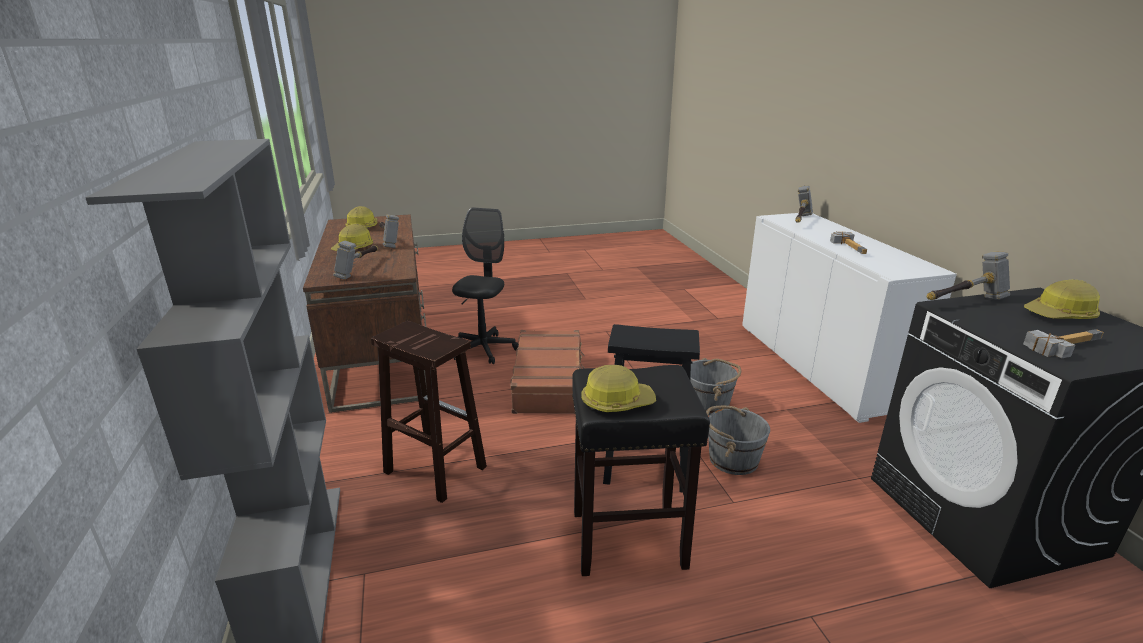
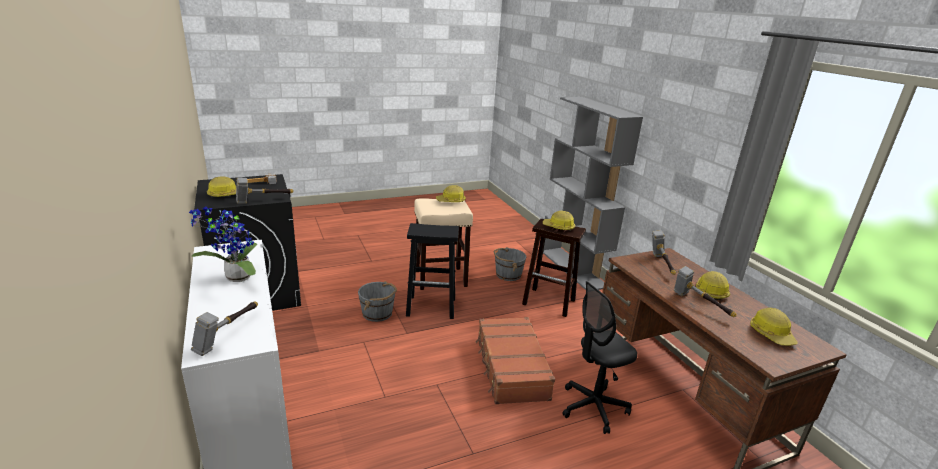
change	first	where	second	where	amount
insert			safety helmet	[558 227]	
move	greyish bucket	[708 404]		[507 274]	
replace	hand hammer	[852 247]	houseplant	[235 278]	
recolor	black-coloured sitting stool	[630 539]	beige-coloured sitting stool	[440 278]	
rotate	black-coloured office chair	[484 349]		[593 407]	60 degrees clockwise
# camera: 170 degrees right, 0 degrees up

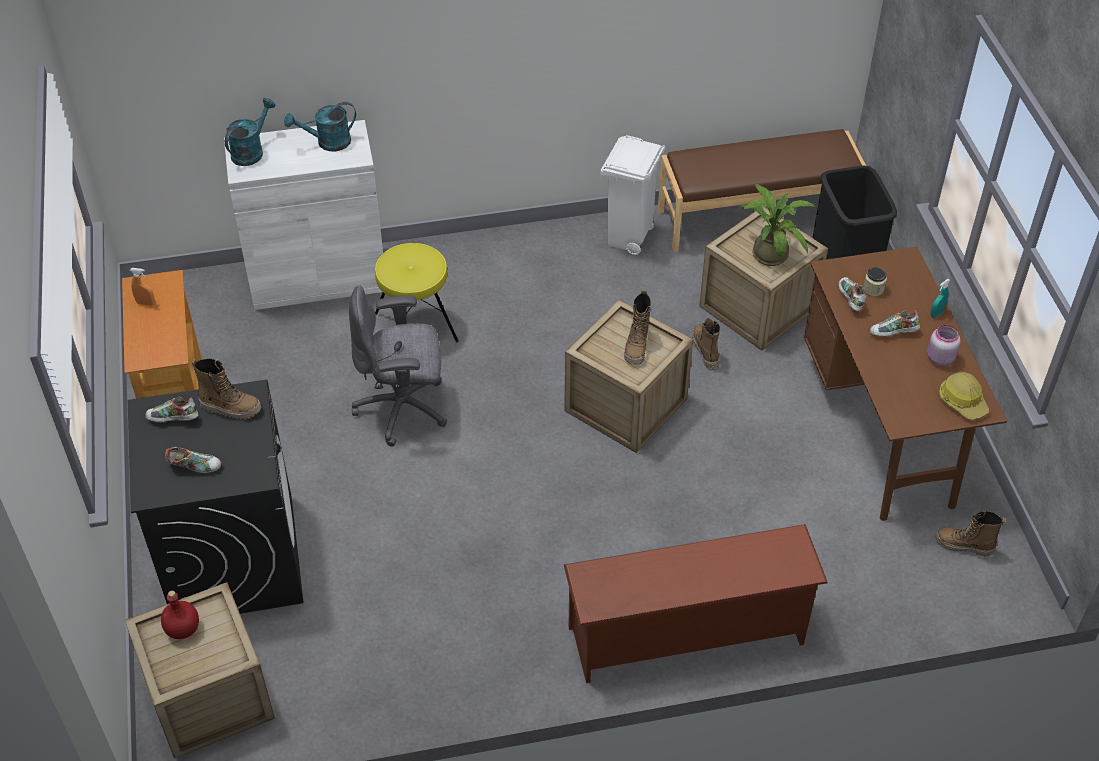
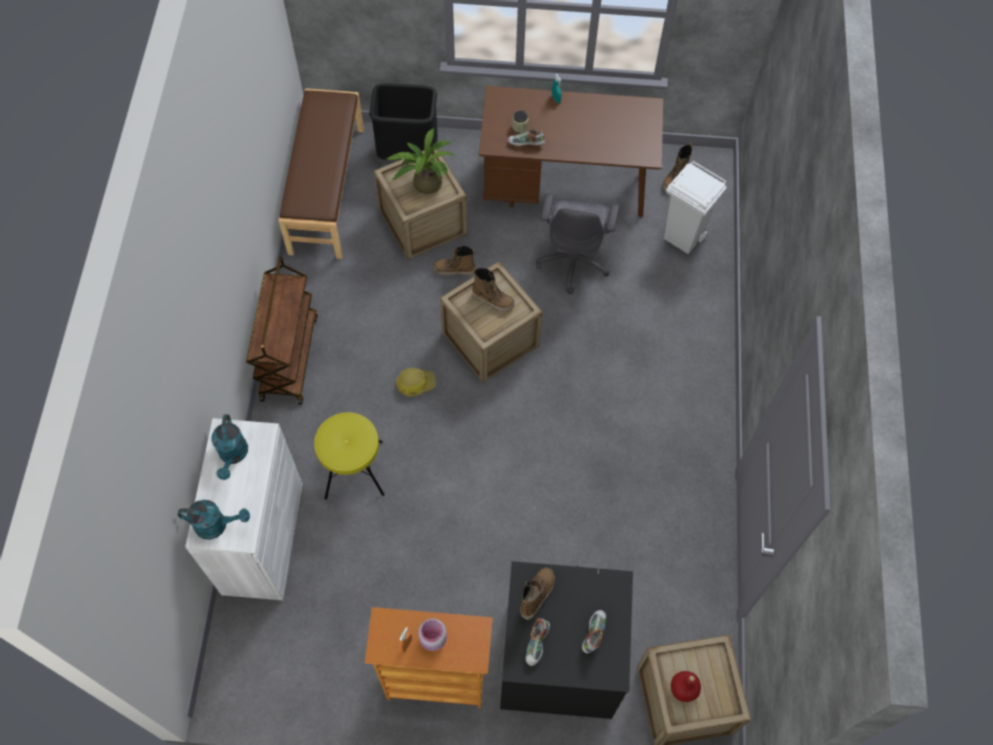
change	first	where	second	where	amount
delete	brown-coloured shoe shelf	[686 637]			
delete	item of footwear	[893 334]			
insert			brown-coloured cart	[289 356]	
move	greyish office chair	[403 409]		[574 260]	
move	white-coloured rubbish bin	[629 239]		[683 238]	
move	pink-coloured jar	[939 358]		[432 639]	
move	safety helmet	[962 401]		[415 384]	
rotate	turquoise-coloured watering can	[251 151]		[217 525]	135 degrees clockwise
# camera: 75 degrees left, 15 degrees up

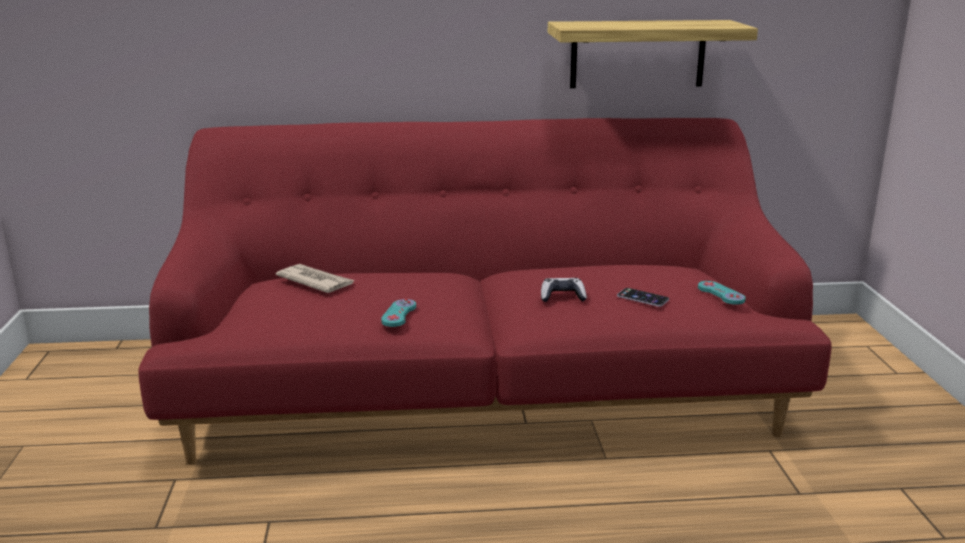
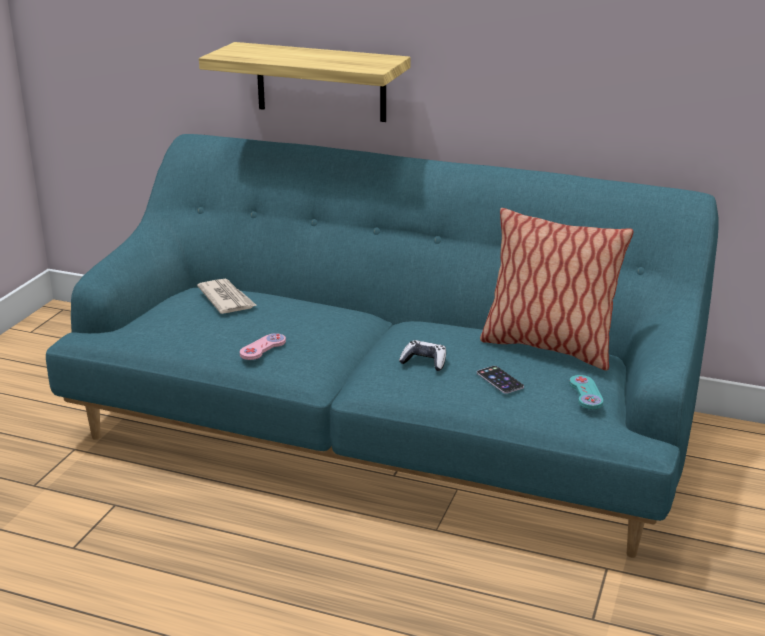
change	first	where	second	where	amount
insert			throw pillow	[548 347]	
move	shelf	[637 54]		[321 82]	
recolor	red-coloured settee	[482 390]	turquoise-coloured settee	[382 432]	
recolor	turquoise-coloured game controller	[399 314]	pink-coloured game controller	[263 348]	
# camera: 25 degrees right, 5 degrees up

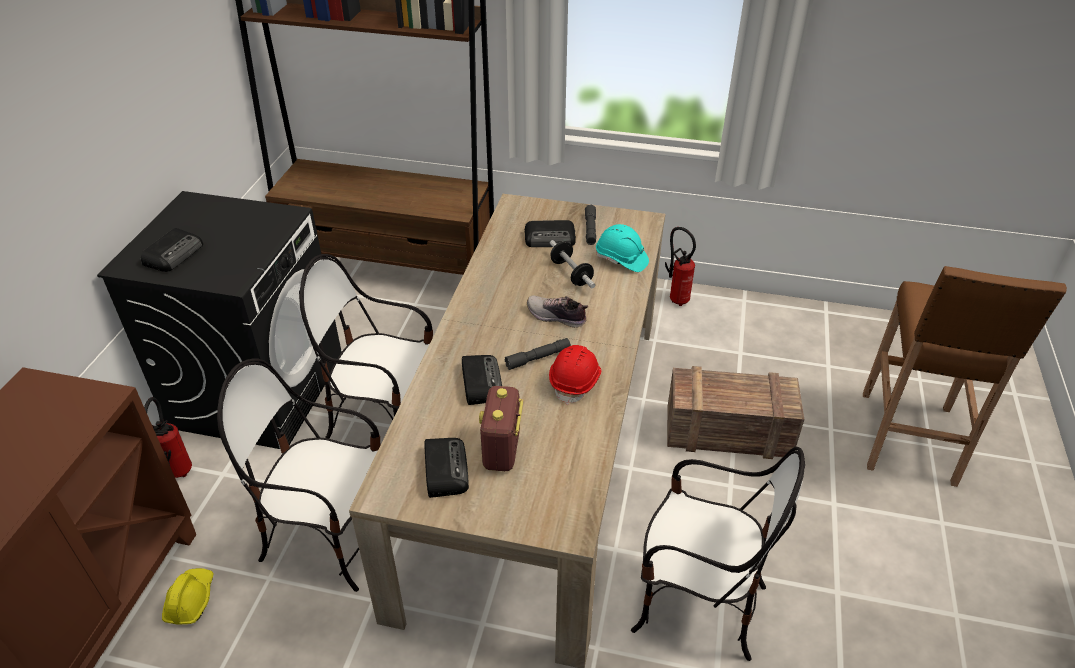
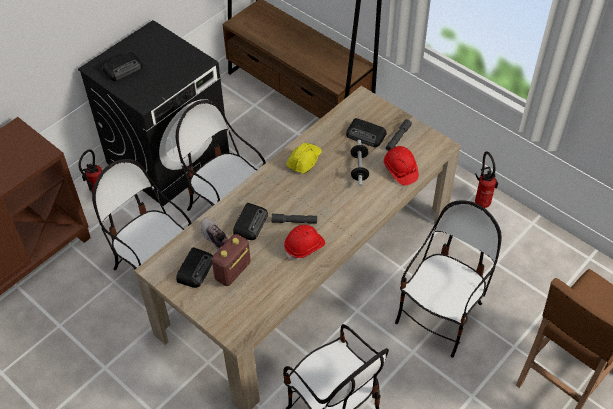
change	first	where	second	where	amount
move	yellow safety helmet	[190 600]		[304 161]	
move	item of footwear	[556 317]		[215 239]	
replace	crate	[729 432]	upright chair	[441 316]	
recolor	turquoise-coloured safety helmet	[621 259]	red-coloured safety helmet	[400 170]	
# camera: 30 degrees right, 10 degrees up

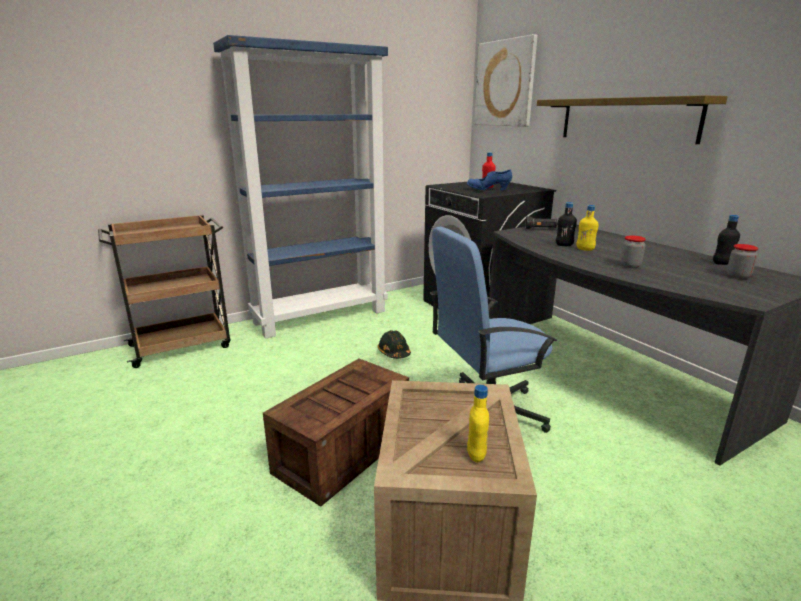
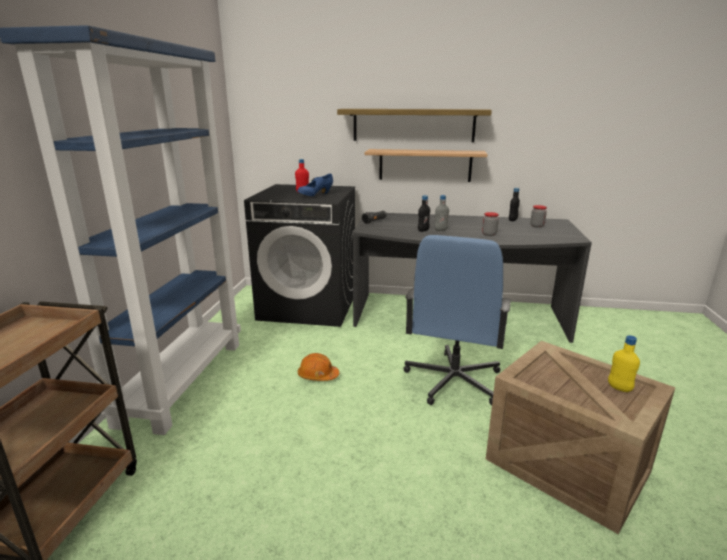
change	first	where	second	where	amount
delete	crate	[344 451]			
delete	wall picture	[505 83]			
insert			shelf	[425 165]	
recolor	black-coloured safety helmet	[394 352]	orangey safety helmet	[317 375]	
recolor	yellow beverage bottle	[585 249]	greyish beverage bottle	[441 230]	
# camera: 50 degrees left, 0 degrees up

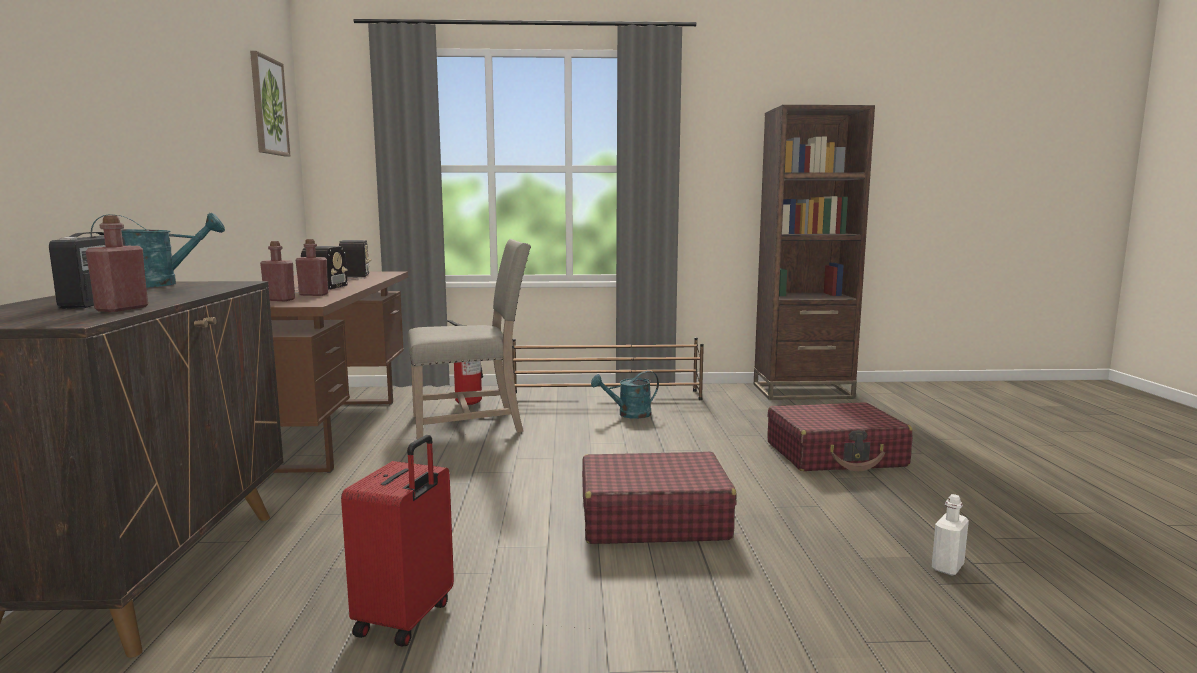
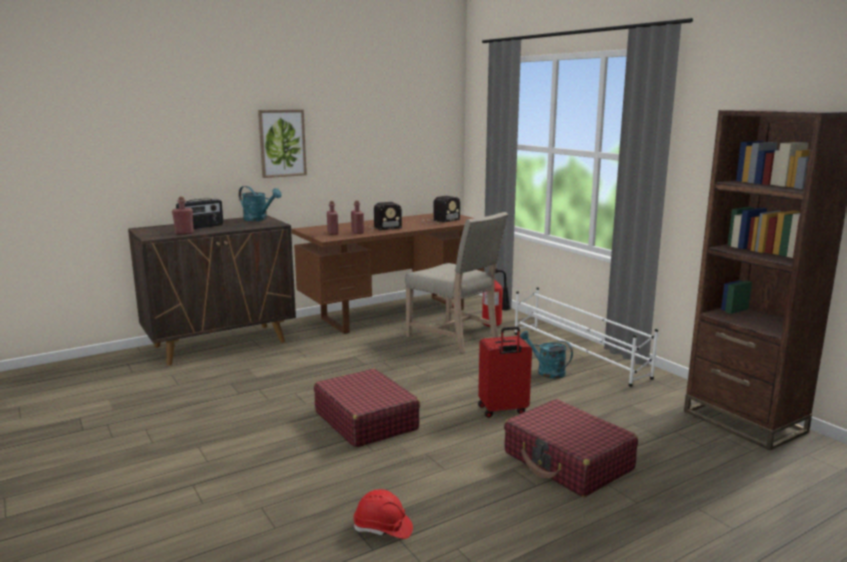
change	first	where	second	where	amount
move	wall picture	[268 106]		[282 143]	
move	red-coloured travel case	[406 619]		[502 410]	
replace	white-coloured beverage bottle	[947 567]	red-coloured safety helmet	[383 529]	
recolor	brown-coloured shoe shelf	[607 396]	white-coloured shoe shelf	[578 355]	
# camera: 60 degrees right, 5 degrees up

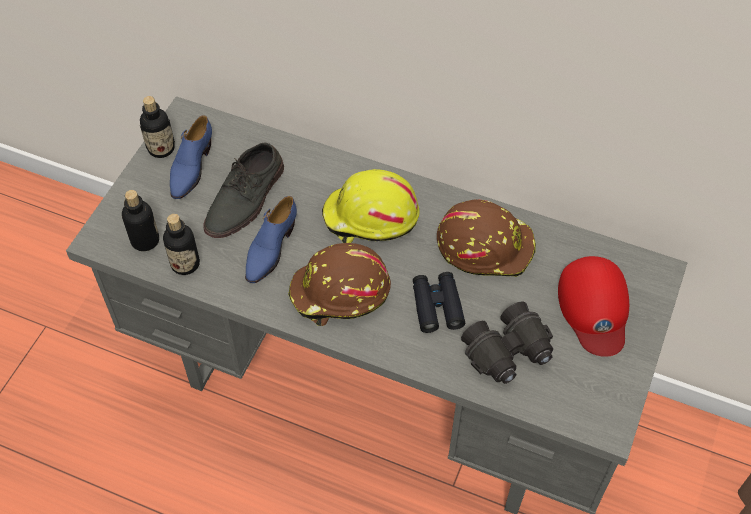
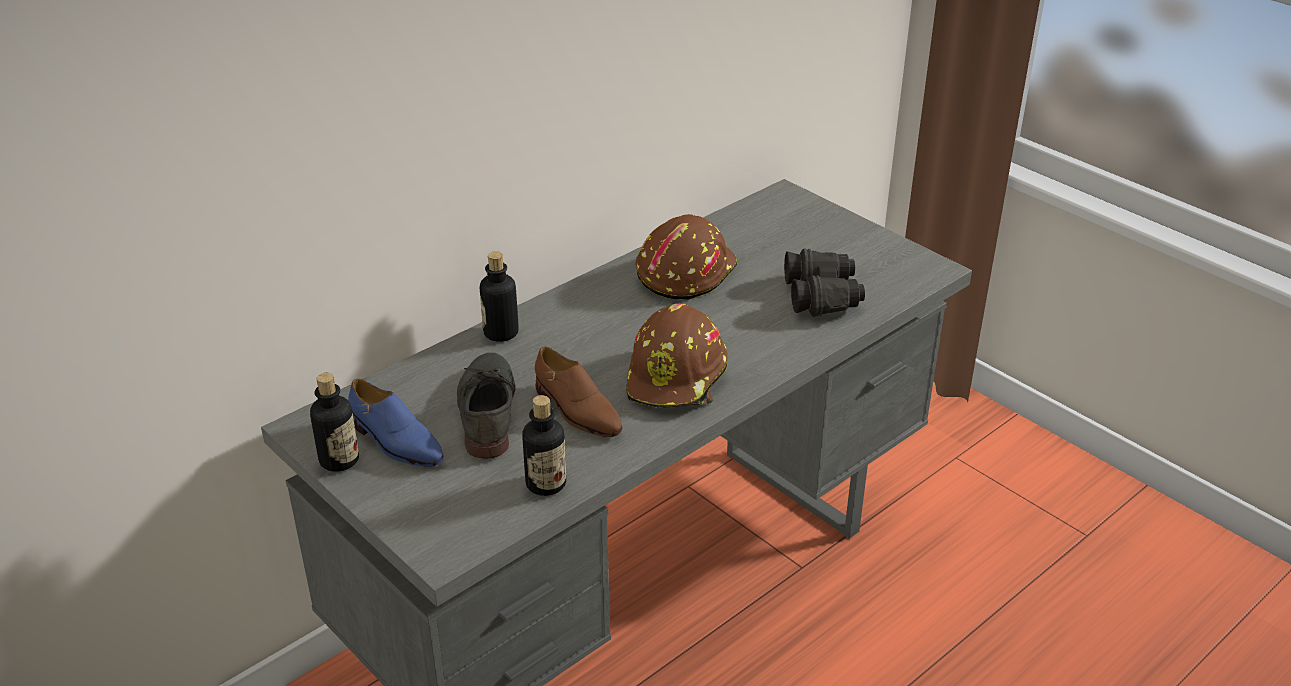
change	first	where	second	where	amount
delete	yellow safety helmet	[370 218]			
delete	black-coloured binoculars	[437 306]			
delete	red-coloured peaked cap	[594 308]			
move	beverage bottle	[145 240]		[501 332]	
recolor	bluish item of footwear	[270 249]	brown-coloured item of footwear	[577 411]	
rotate	greyish item of footwear	[246 199]		[486 410]	150 degrees counterclockwise
# camera: 65 degrees left, 20 degrees down

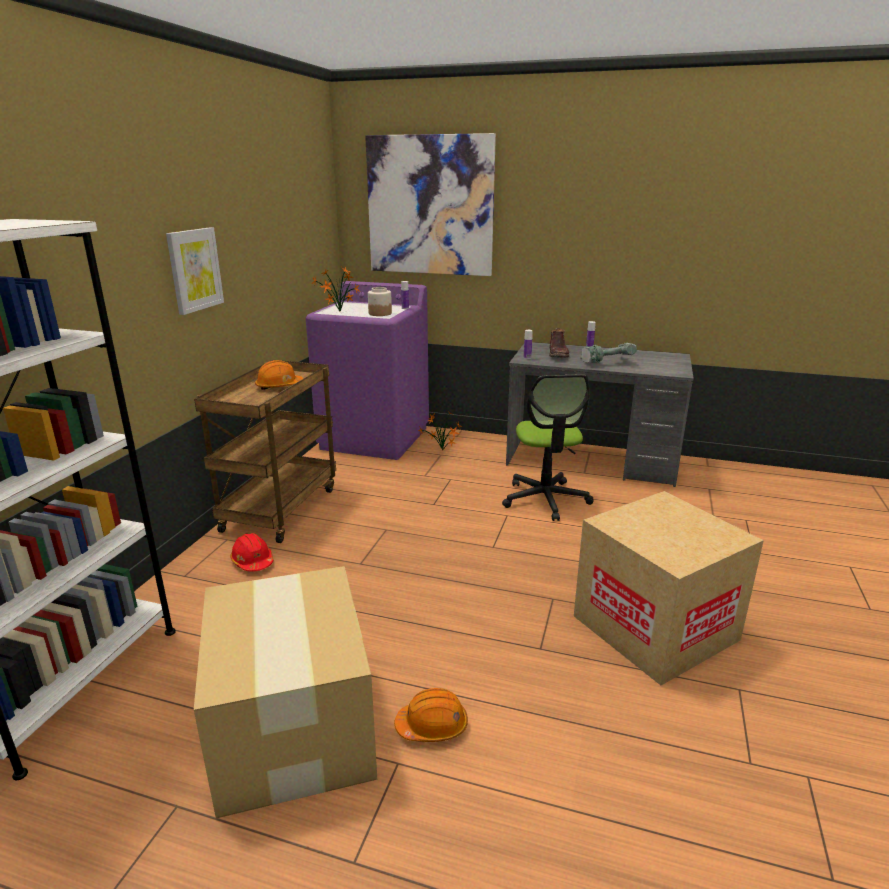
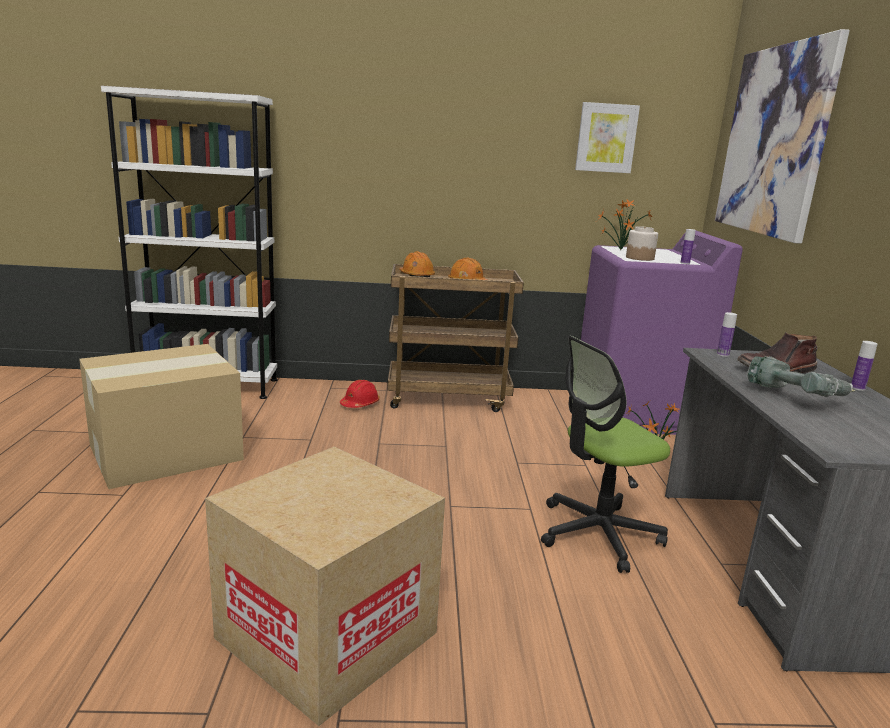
change	first	where	second	where	amount
move	wall picture	[194 270]		[606 138]	
move	orangey safety helmet	[432 726]		[416 276]	
# camera: 70 degrees right, 5 degrees down

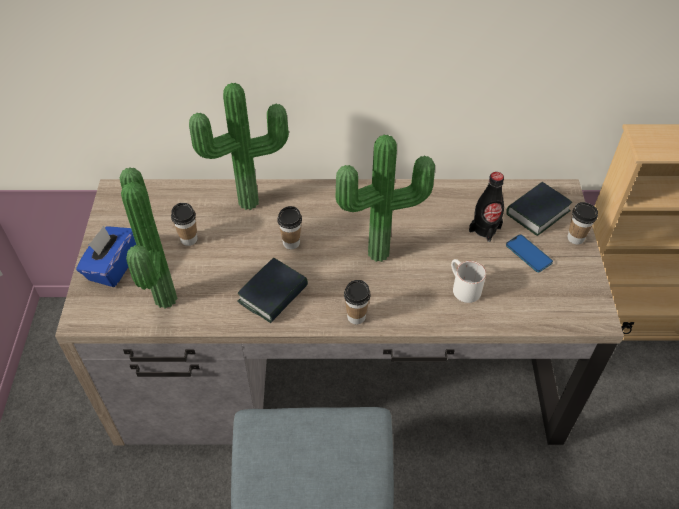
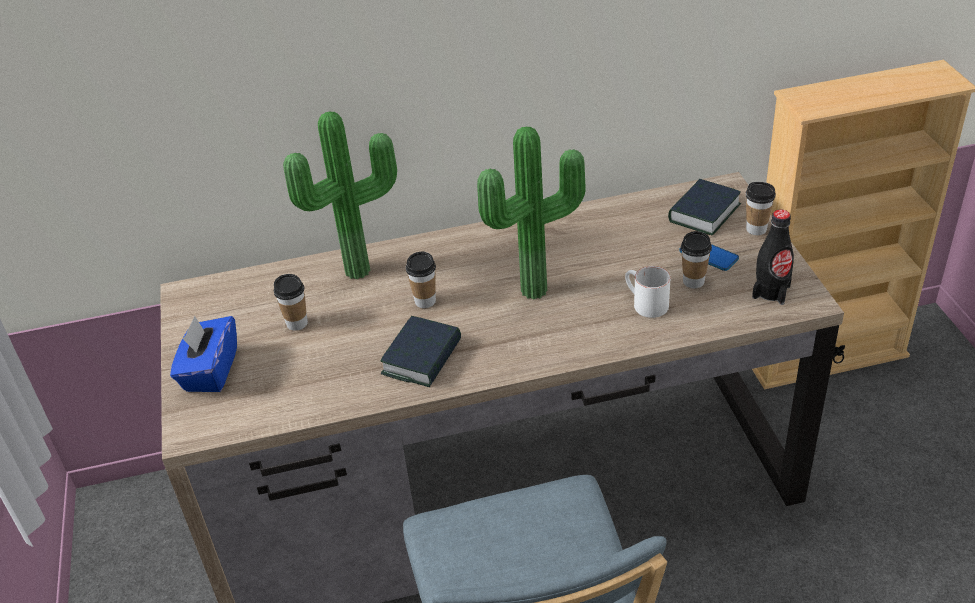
change	first	where	second	where	amount
delete	houseplant	[161 300]			
move	small cup	[356 317]		[693 281]	
move	black-coloured beverage bottle	[485 229]		[771 292]	
# camera: 10 degrees left, 10 degrees down

